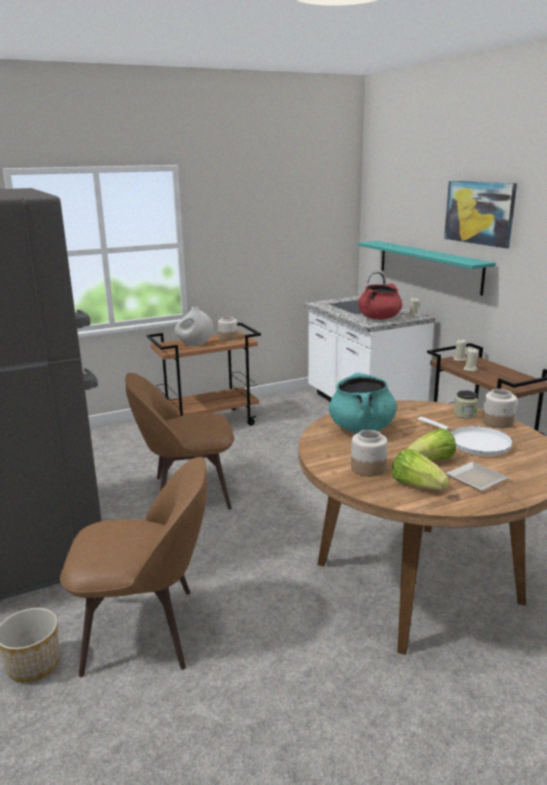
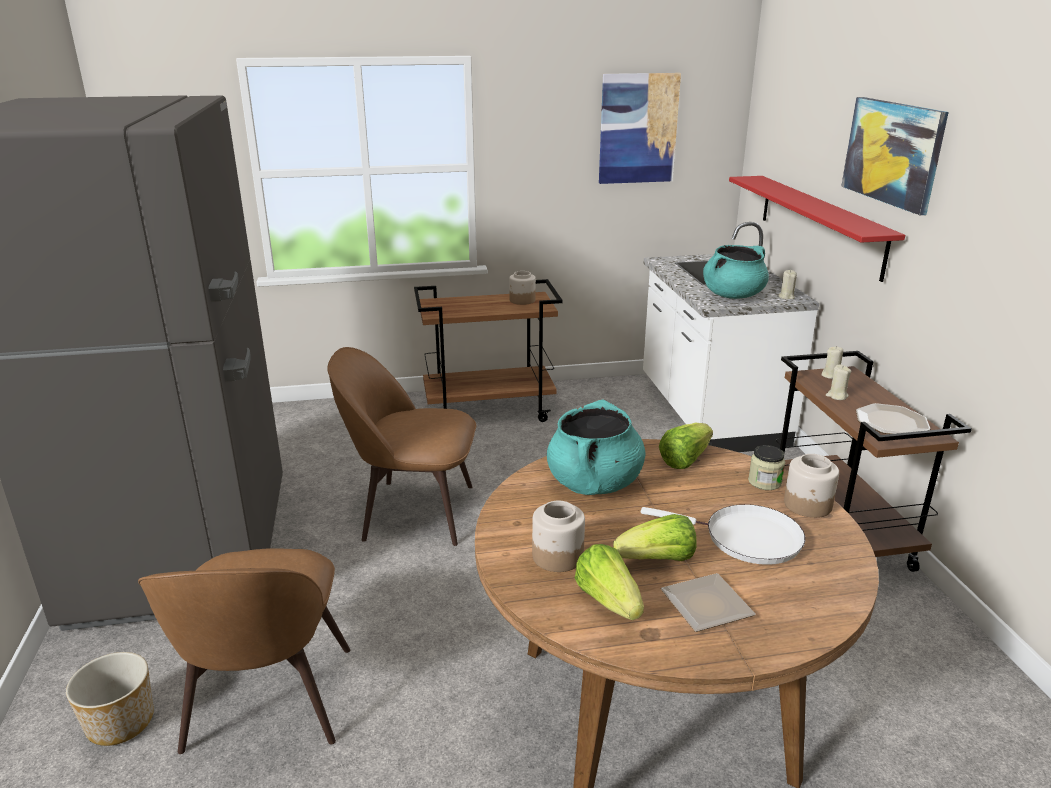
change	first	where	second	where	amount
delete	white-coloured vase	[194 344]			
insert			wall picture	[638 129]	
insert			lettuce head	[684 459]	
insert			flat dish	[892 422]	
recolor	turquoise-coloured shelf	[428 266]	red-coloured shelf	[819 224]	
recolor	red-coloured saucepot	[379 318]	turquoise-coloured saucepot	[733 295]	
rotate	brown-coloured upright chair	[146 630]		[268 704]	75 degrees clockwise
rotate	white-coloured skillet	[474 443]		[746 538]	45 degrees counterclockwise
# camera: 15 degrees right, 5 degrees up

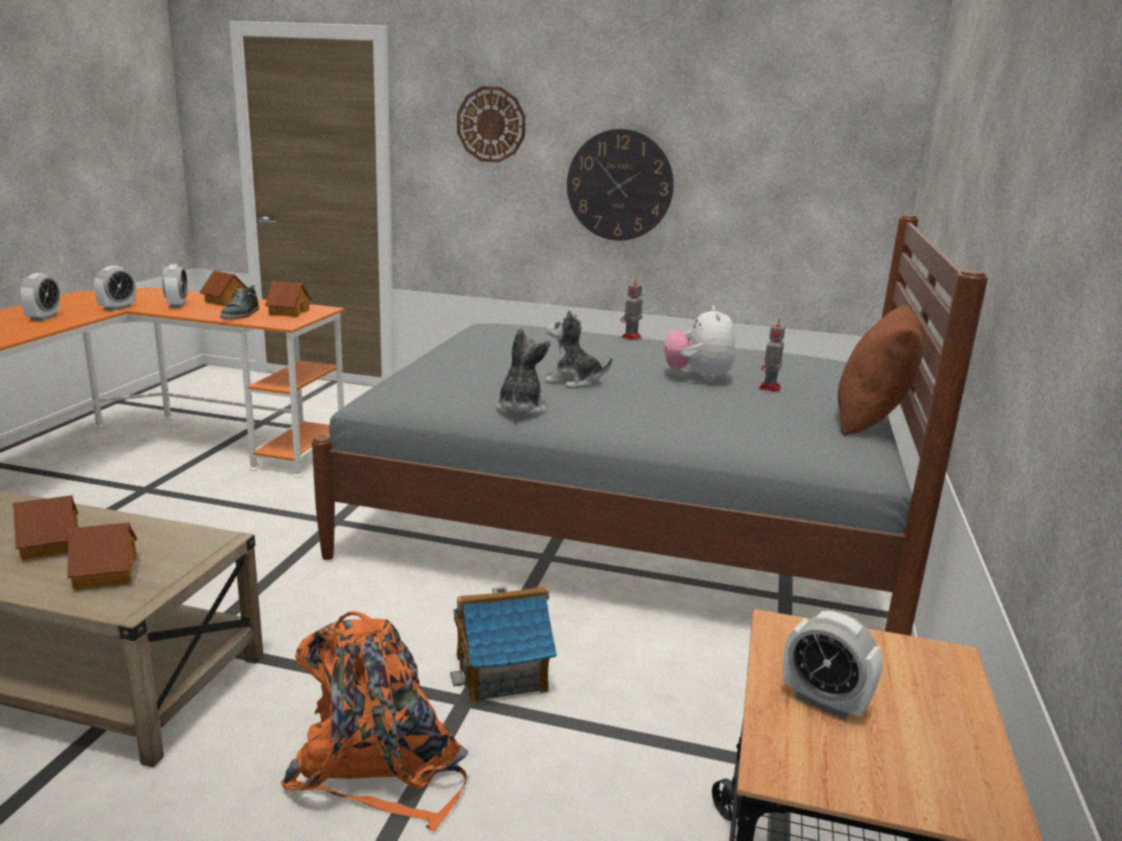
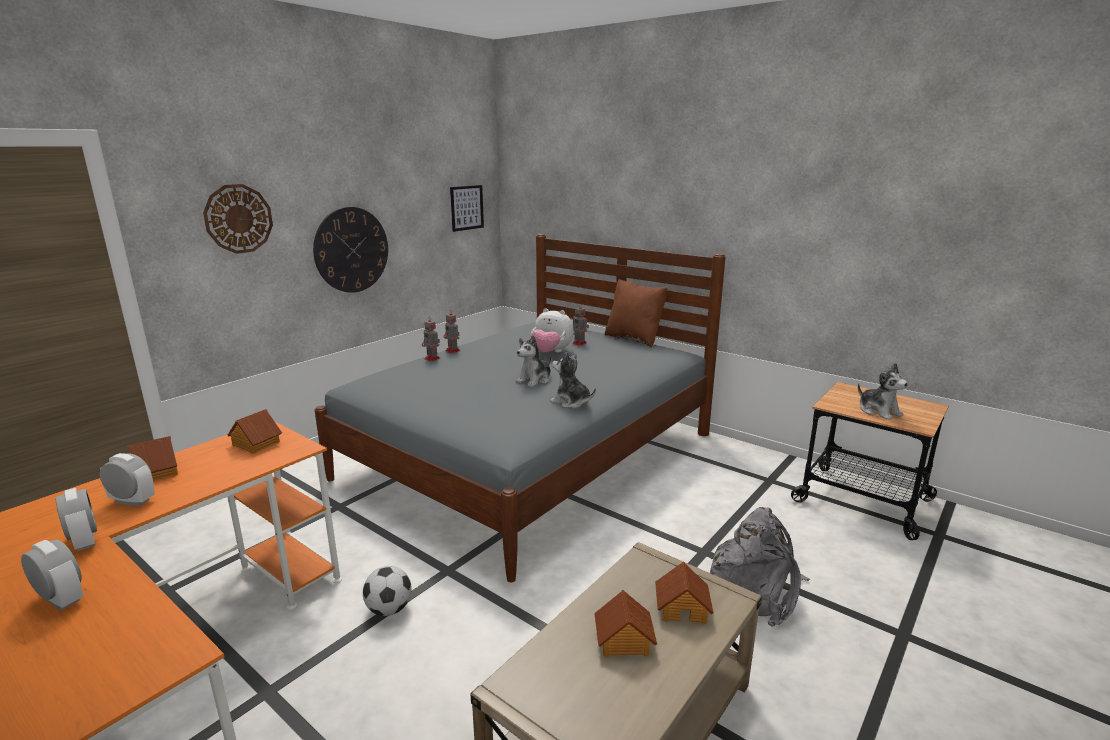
change	first	where	second	where	amount
delete	item of footwear	[241 314]			
delete	miniature house	[502 673]			
insert			ball for football	[389 609]	
insert			robot figure	[432 359]	
insert			wall picture	[466 207]	
replace	alarm clock	[824 702]	soft toy	[879 411]	
recolor	orangey knapsack	[380 766]	greyish knapsack	[756 590]	
# camera: 65 degrees left, 0 degrees up

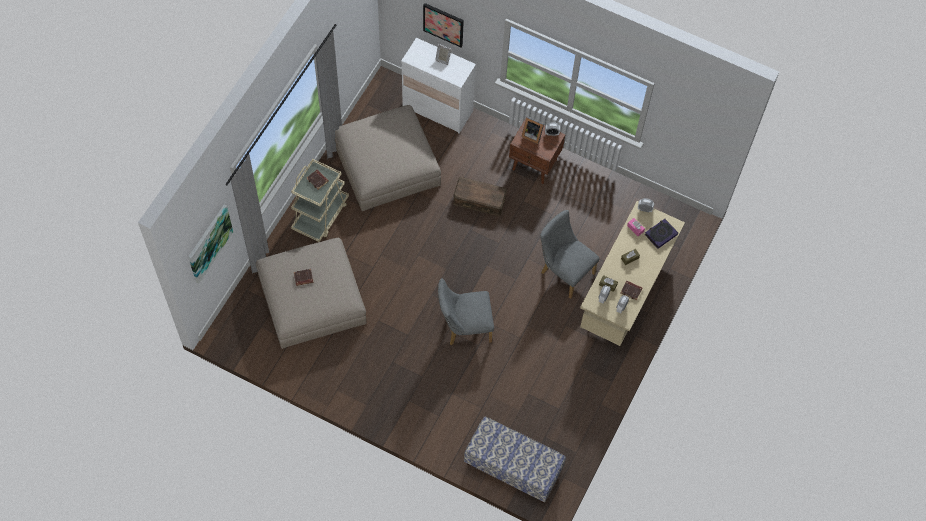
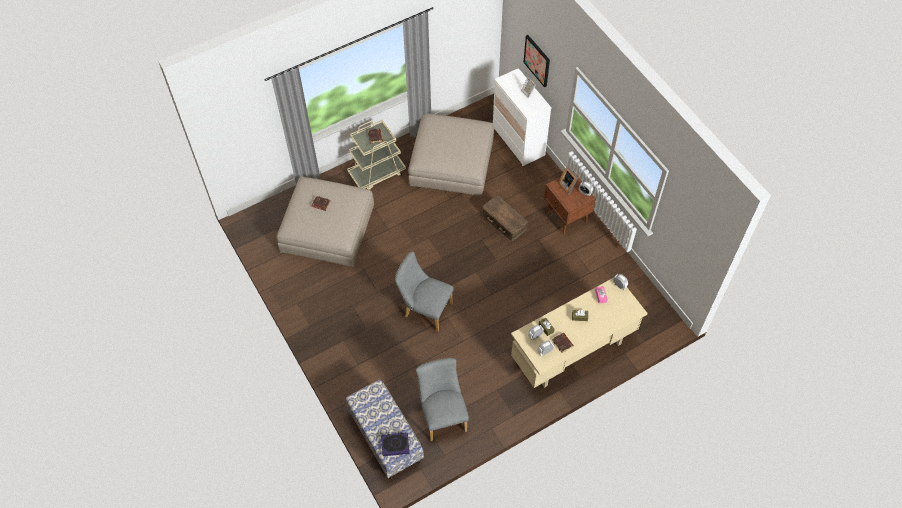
change	first	where	second	where	amount
delete	wall picture	[209 243]			
move	greyish upright chair	[564 271]		[442 414]	
move	book	[660 234]		[395 445]	
# camera: 35 degrees right, 5 degrees down

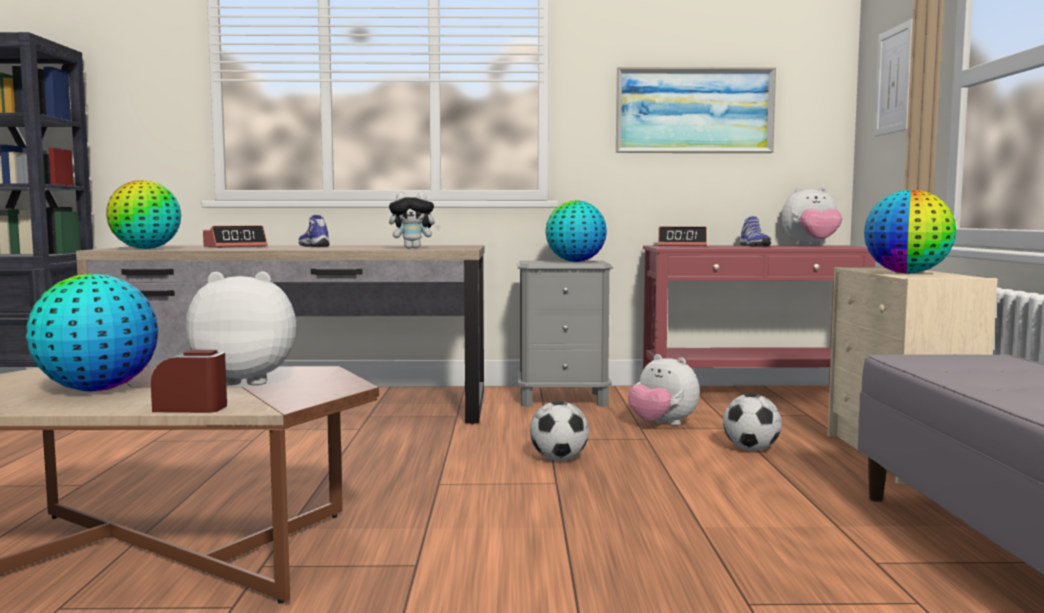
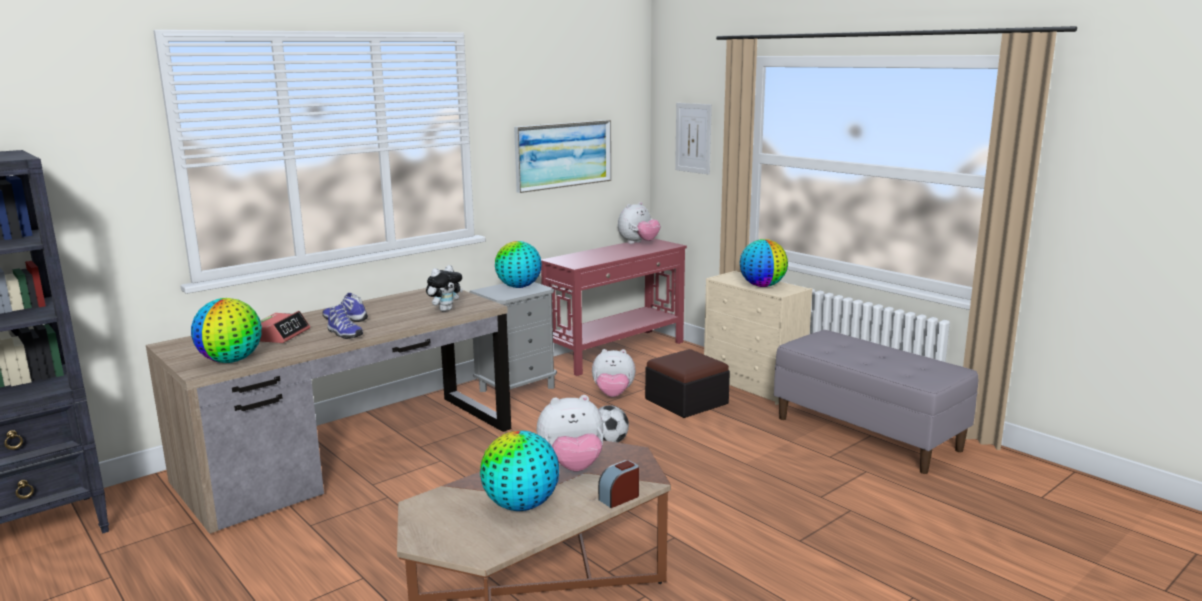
change	first	where	second	where	amount
delete	alarm clock	[682 246]			
move	item of footwear	[753 246]		[344 334]	
replace	ball for football	[751 449]	ottoman	[686 401]	
rotate	soft toy	[248 380]		[572 466]	150 degrees counterclockwise
# camera: 40 degrees left, 10 degrees up

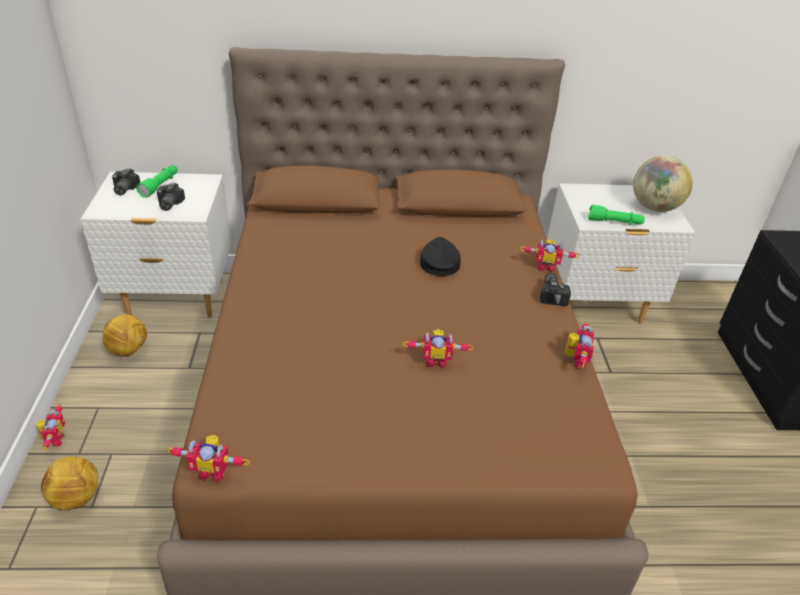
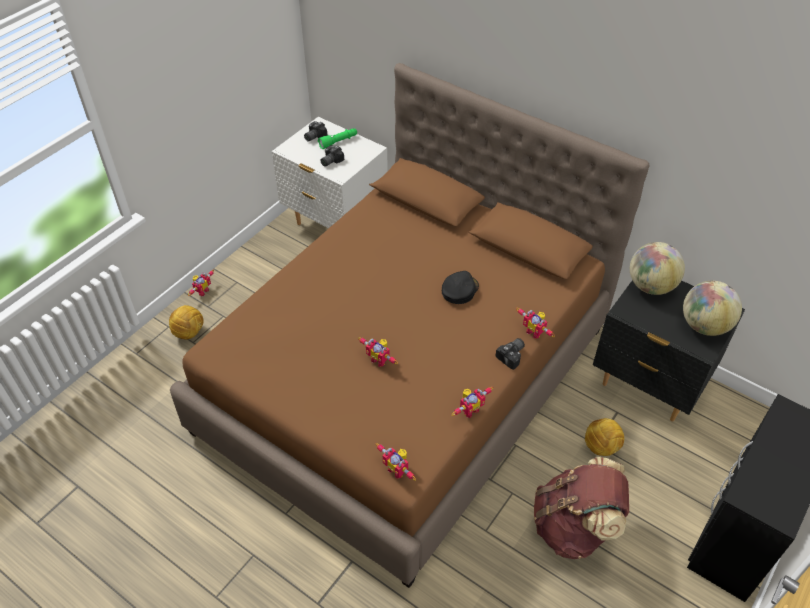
change	first	where	second	where	amount
delete	green-coloured hand torch	[614 222]			
insert			brown-coloured knapsack	[573 527]	
insert			desk globe	[650 286]	
move	ball for football	[129 350]		[601 447]	
move	robot figure	[213 471]		[398 469]	
recolor	white-coloured nightstand	[595 305]	black-coloured nightstand	[648 385]	
# camera: 40 degrees right, 10 degrees up

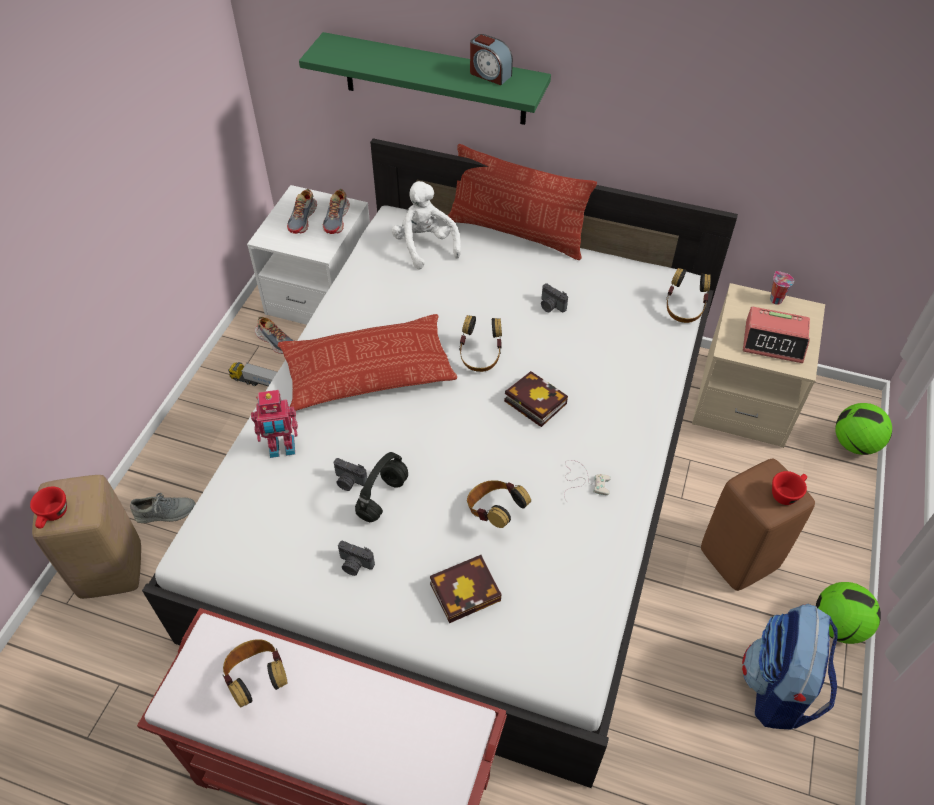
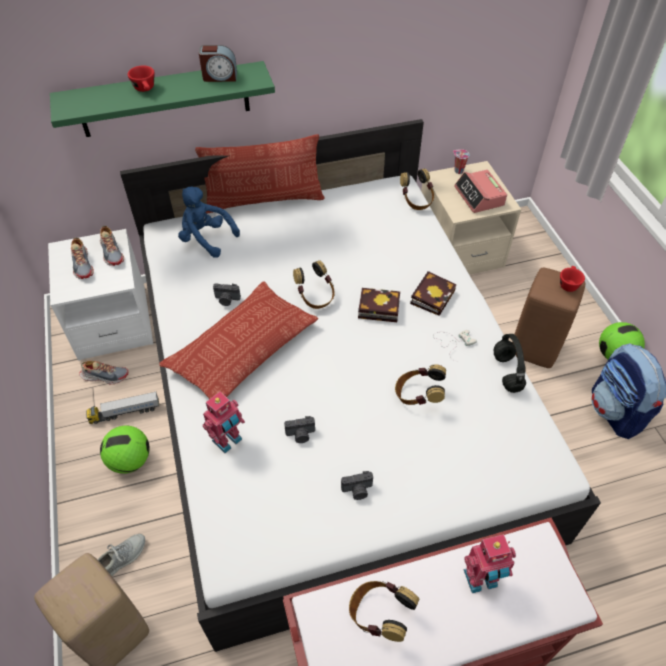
change	first	where	second	where	amount
insert			robot figure	[481 580]	
move	red-coloured small cup	[53 516]		[146 89]	
move	black-coloured pair of headphones	[383 497]		[506 372]	
move	book	[467 590]		[432 295]	
move	still camera	[551 306]		[227 300]	
move	ball for football	[854 444]		[130 460]	
recolor	white-coloured soft toy	[425 246]	bluish soft toy	[206 239]	
rotate	alarm clock	[774 341]		[479 196]	90 degrees clockwise
# camera: 35 degrees left, 0 degrees up

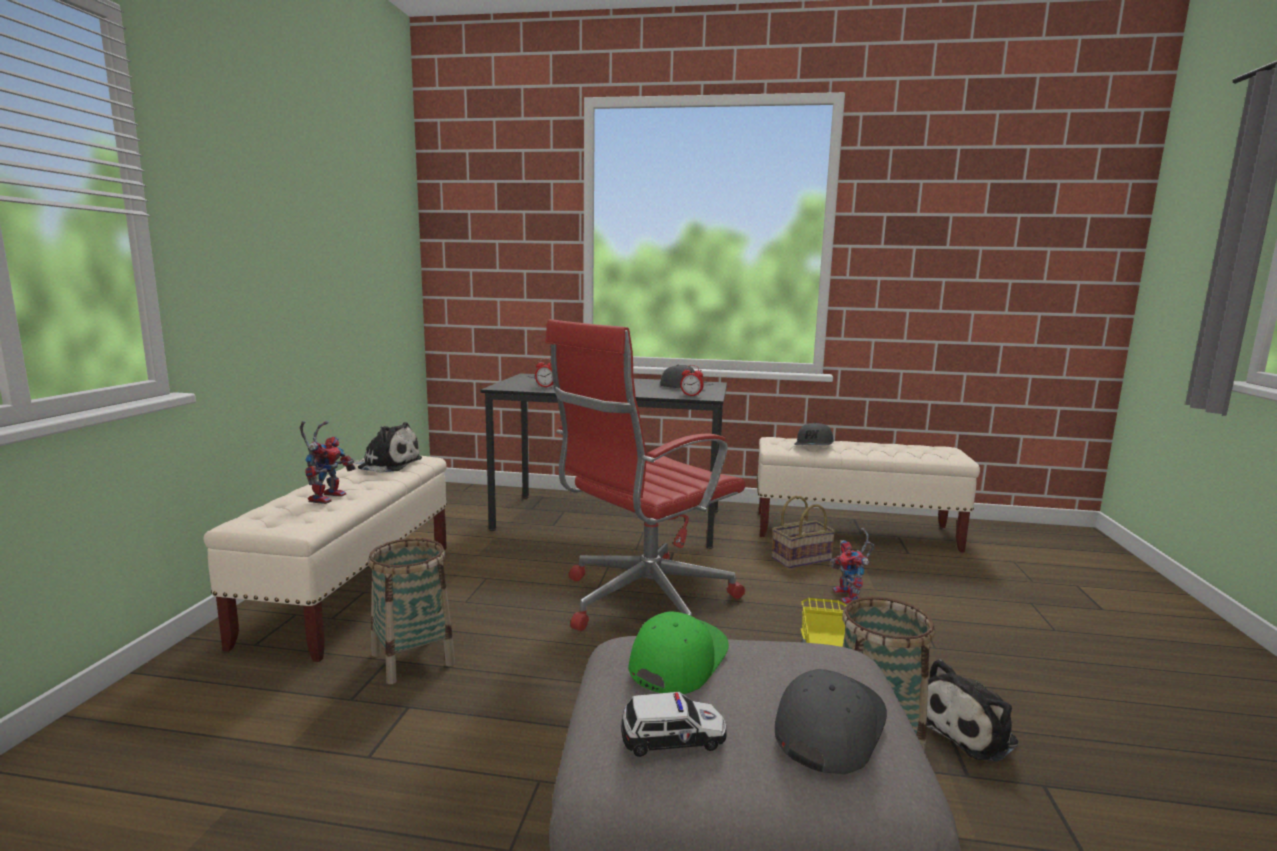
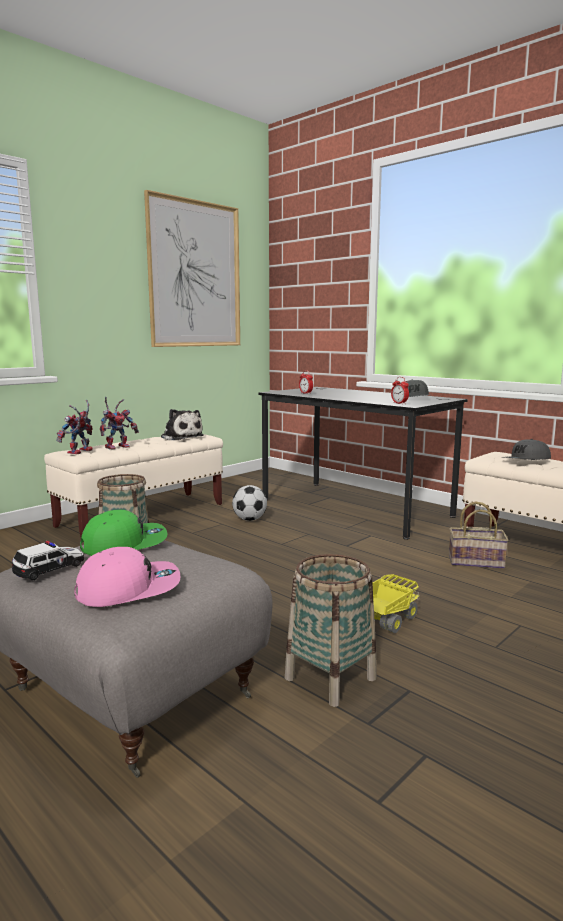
change	first	where	second	where	amount
delete	red-coloured office chair	[643 602]			
delete	soft toy	[971 731]			
insert			wall picture	[195 275]	
insert			ball for football	[250 519]	
move	robot figure	[850 598]		[79 452]	
recolor	greyish peaked cap	[828 726]	pink-coloured peaked cap	[128 588]	
rotate	toy car	[673 736]		[50 568]	75 degrees counterclockwise
# camera: 35 degrees right, 0 degrees up

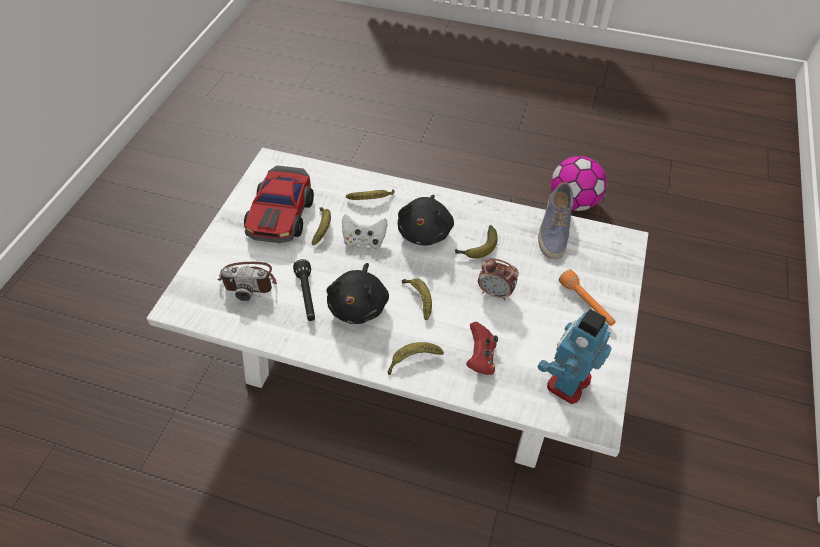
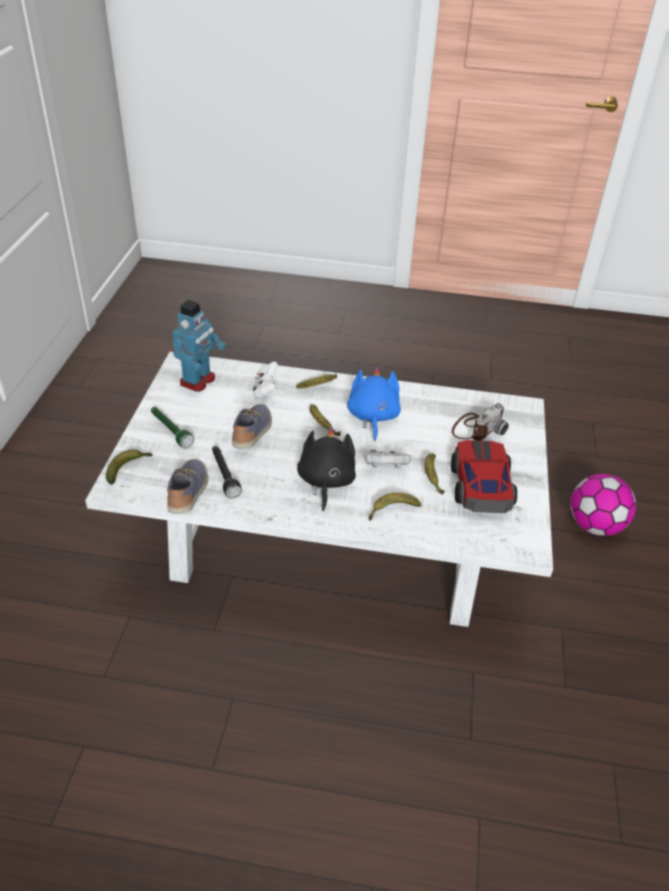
change	first	where	second	where	amount
move	black-coloured hand torch	[307 296]		[224 475]	
move	banana fruit	[477 248]		[128 468]	
move	ball for football	[573 202]		[595 525]	
replace	alarm clock	[495 293]	item of footwear	[253 433]	
recolor	black-coloured soft toy	[359 305]	bluish soft toy	[372 417]	
recolor	red-coloured game controller	[481 358]	white-coloured game controller	[265 390]	
recolor	orangey hand torch	[586 304]	green-coloured hand torch	[170 431]	
rotate	still camera	[249 280]		[477 428]	135 degrees clockwise
# camera: 170 degrees right, 10 degrees down

